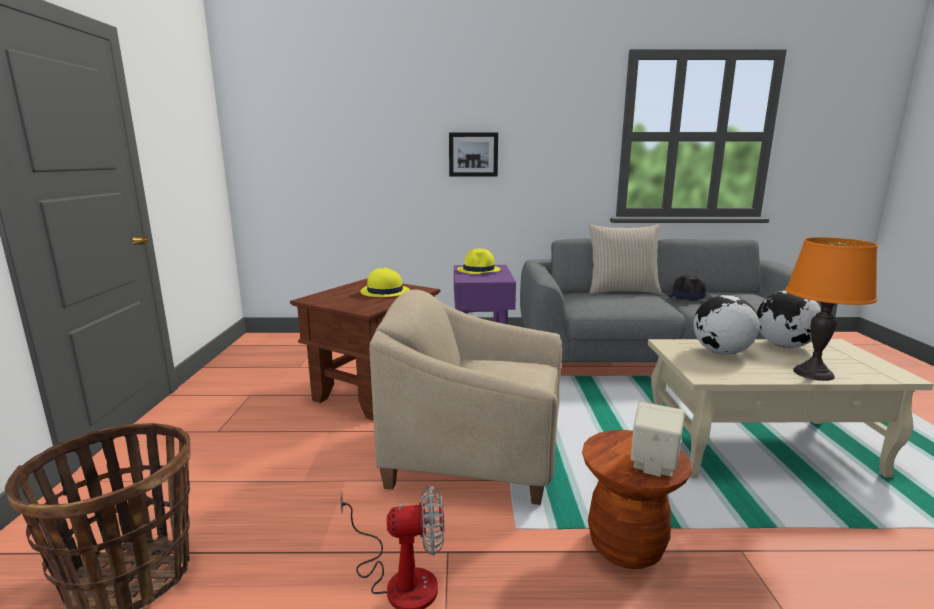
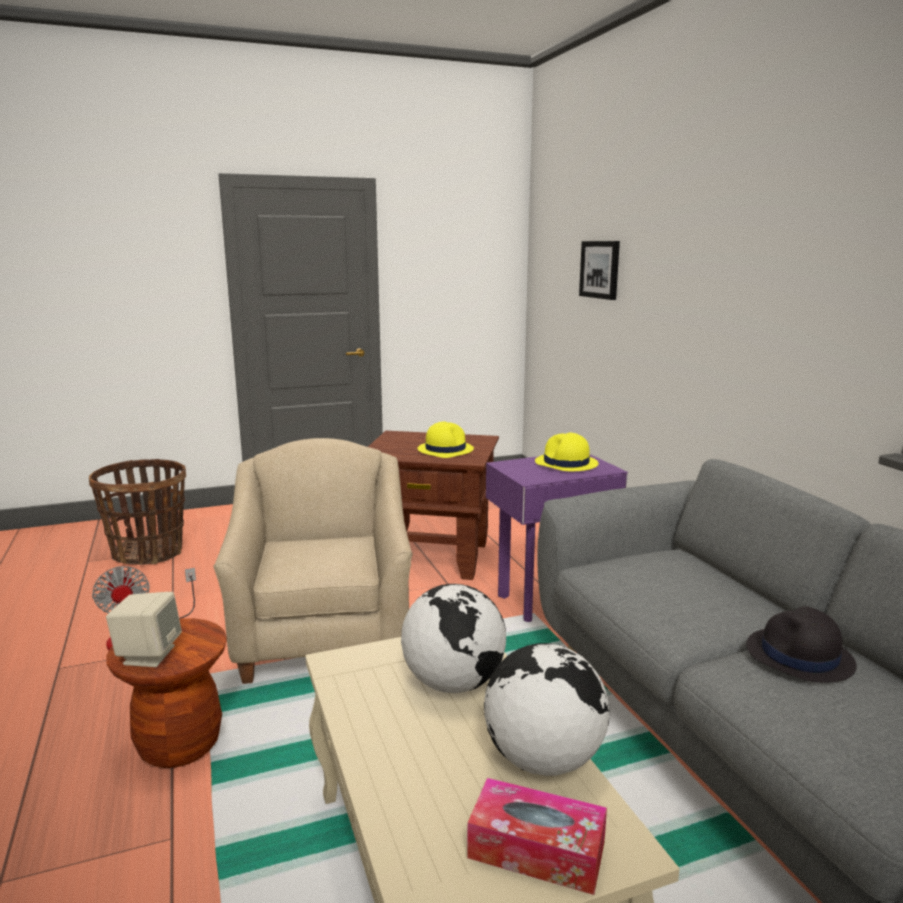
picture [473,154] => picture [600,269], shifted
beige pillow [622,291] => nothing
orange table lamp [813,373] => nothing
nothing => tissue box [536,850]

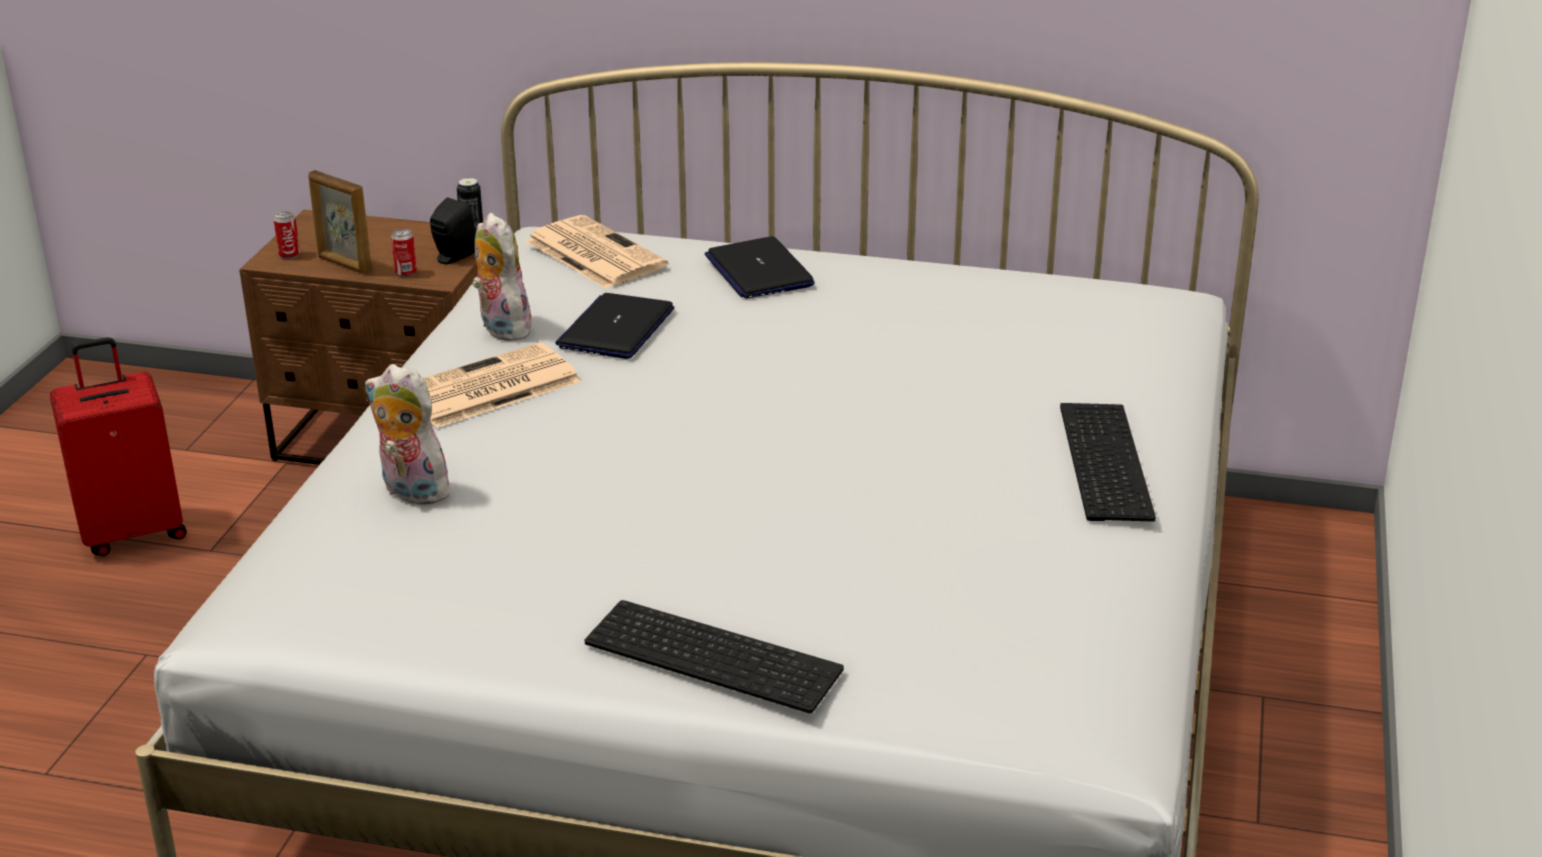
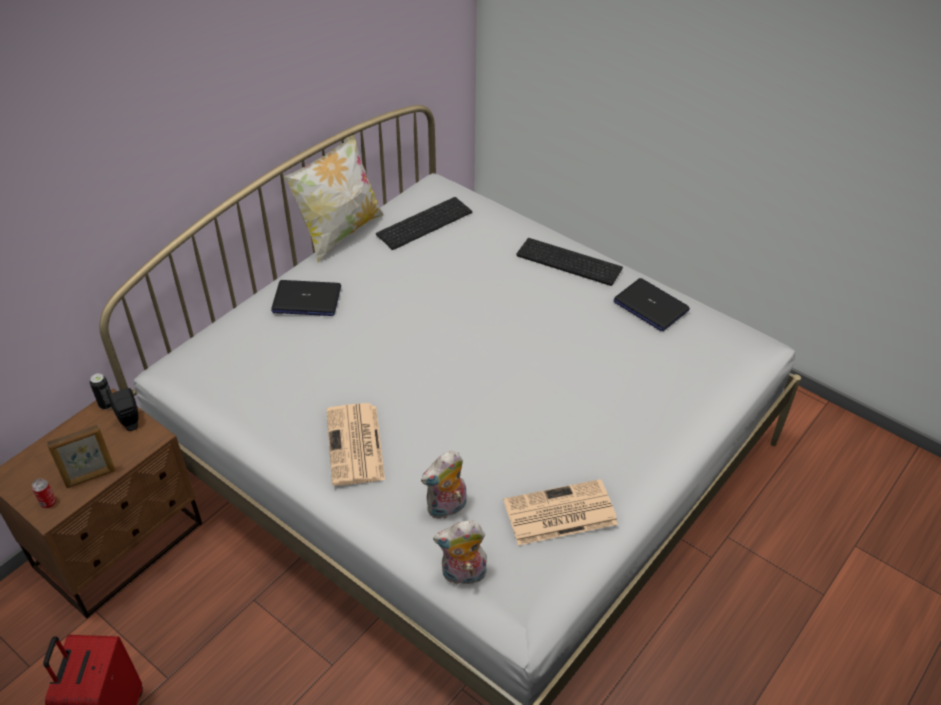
plush toy [501,328] => plush toy [463,575], shifted
newspaper [593,253] => newspaper [558,514], shifted
can [406,273] => nothing
laptop [616,328] => laptop [650,306], shifted
keyboard [717,655] => keyboard [424,222], shifted
nothing => pillow [340,232]

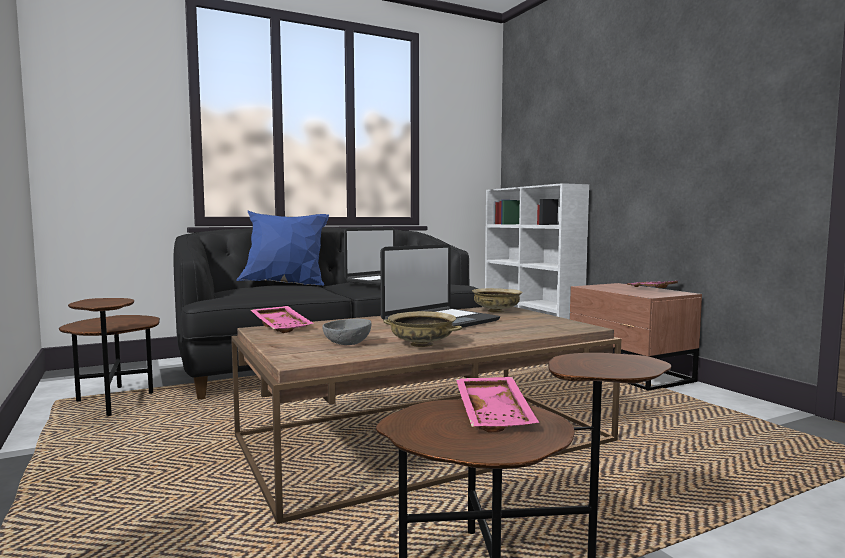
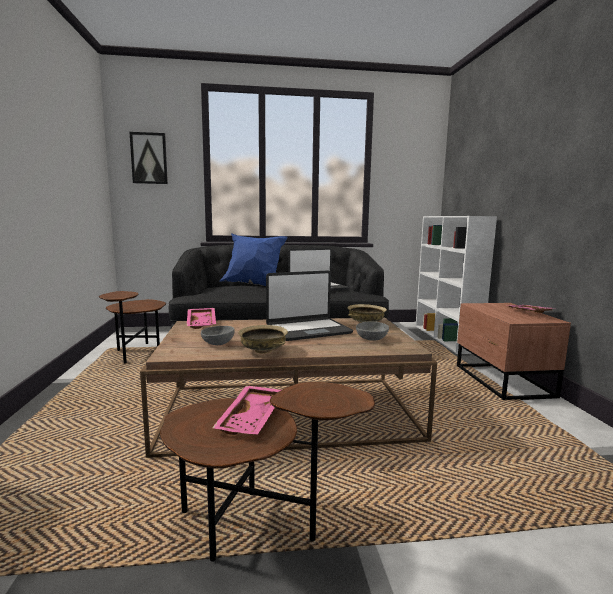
nothing => picture [149,158]
nothing => grey bowl [372,339]

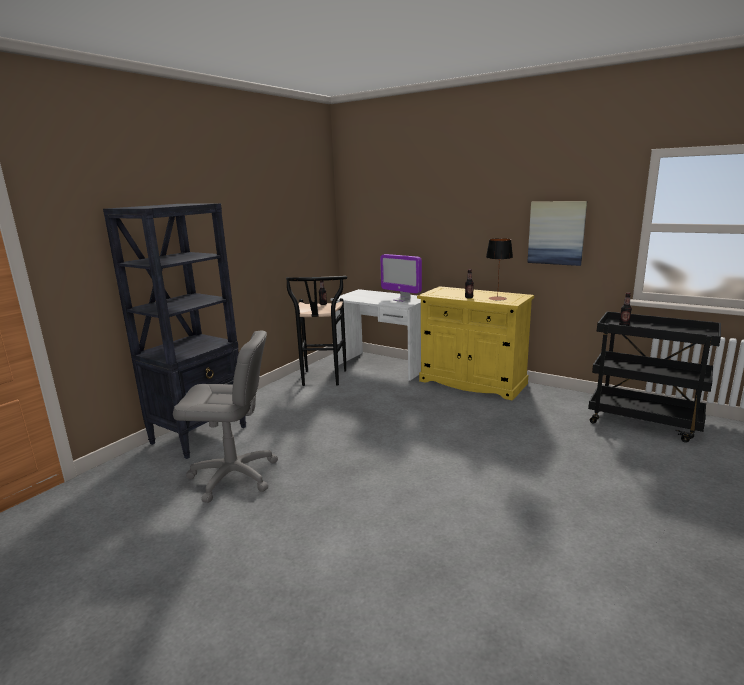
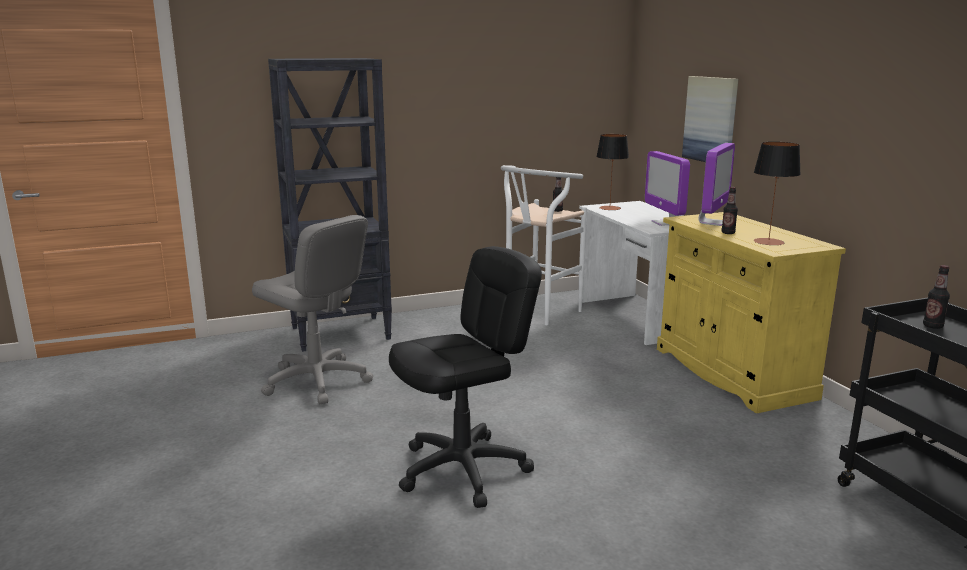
picture [556,233] => picture [711,119], shifted
black stool [322,380] => white stool [537,314]
nothing => table lamp [609,208]
nothing => monitor [712,222]
nothing => black office chair [463,469]

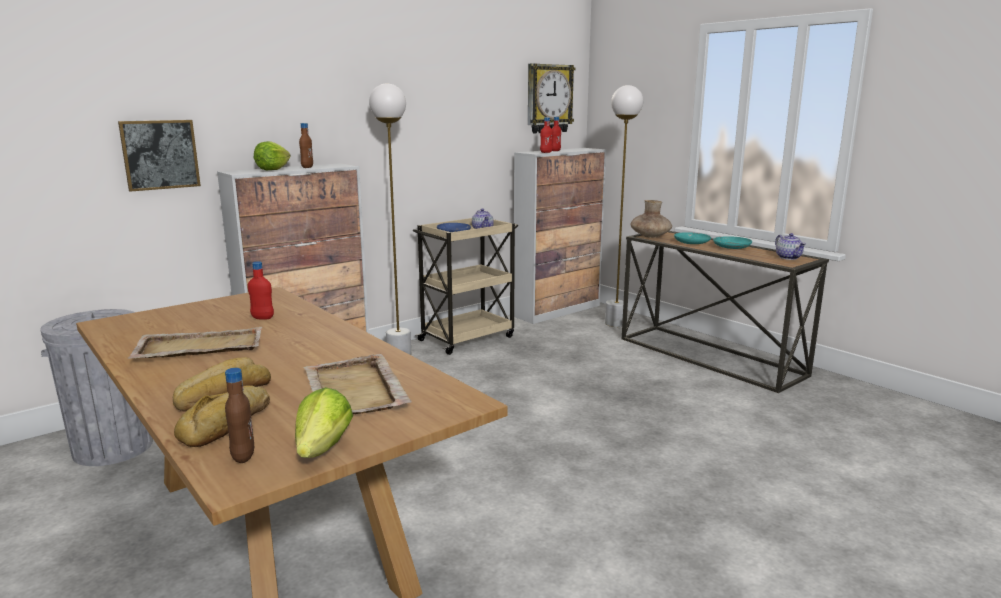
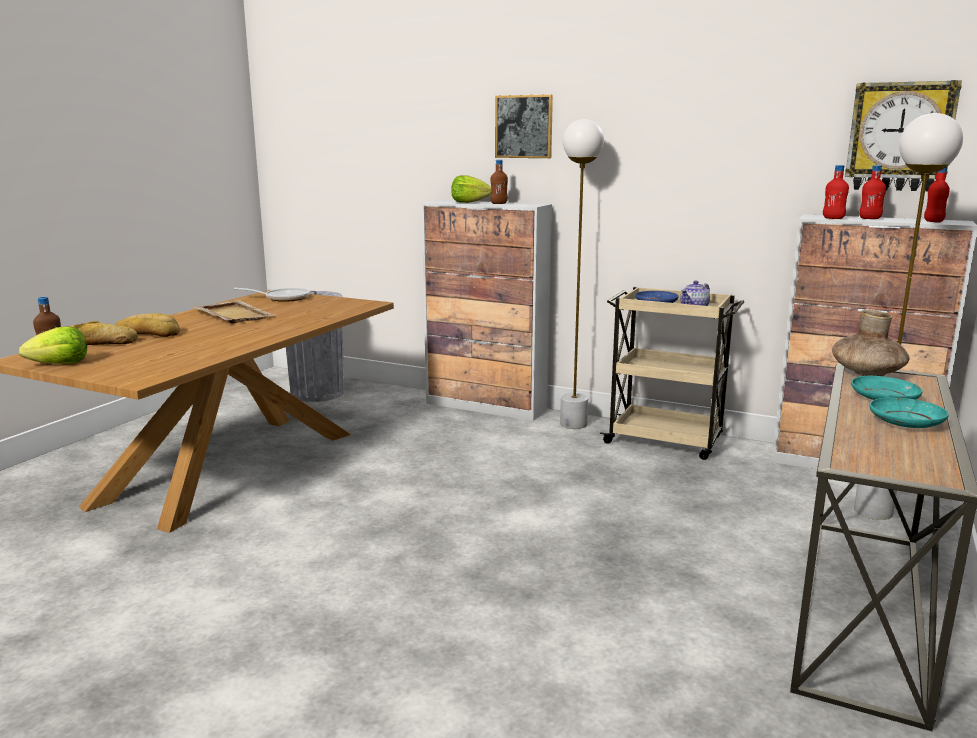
picture [160,154] => picture [524,126], shifted
teapot [789,257] => nothing
red bottle [262,318] => red bottle [933,221], shifted
beige tray [354,390] => nothing
nothing => frying pan [283,298]

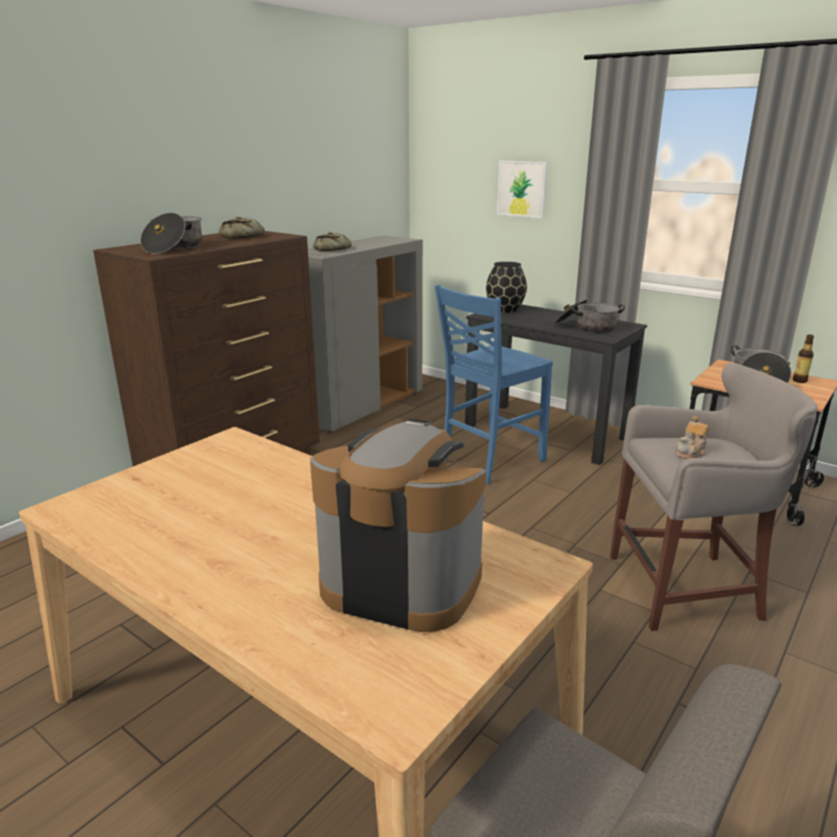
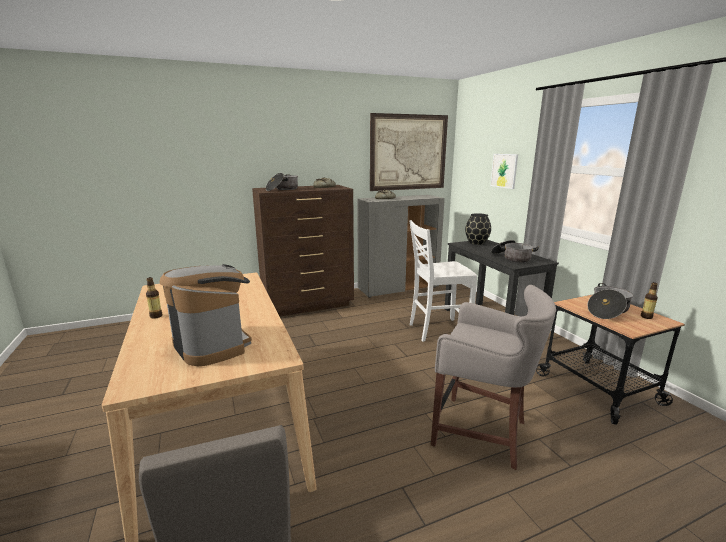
blue chair [489,461] => white chair [437,330]
teapot [691,452] => nothing
nothing => picture [408,152]
nothing => bottle [156,316]

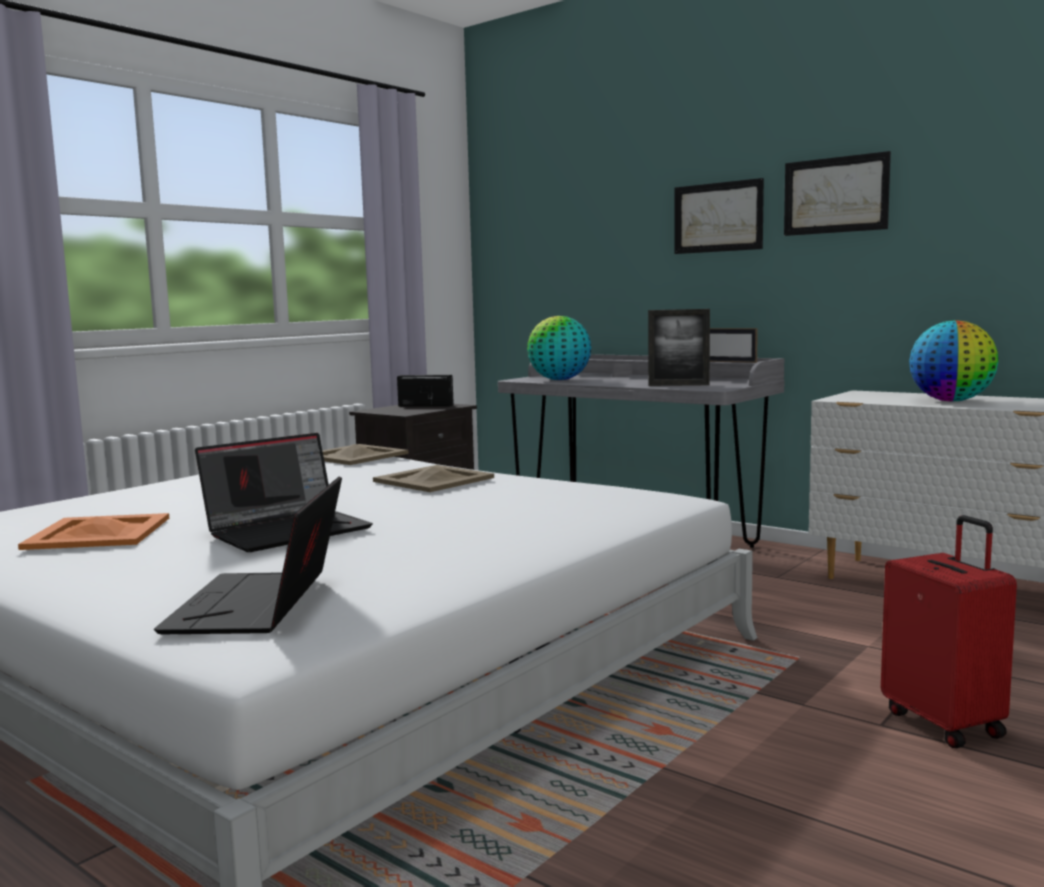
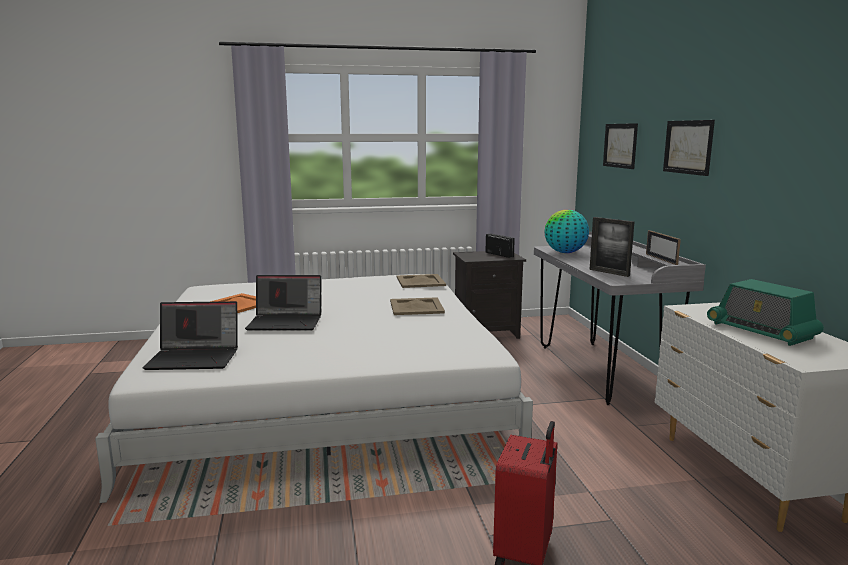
picture [835,195] => picture [620,145], shifted
globe [951,401] => radio [761,331]
laptop [260,606] => laptop [195,358], 135 degrees counterclockwise

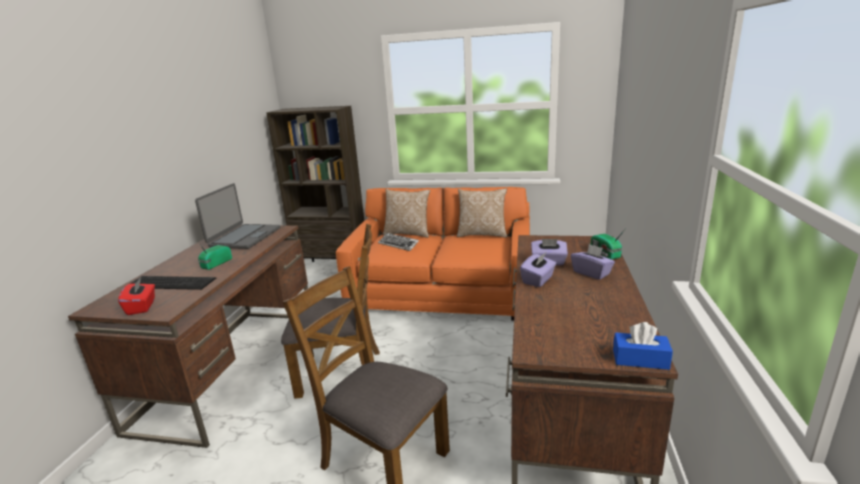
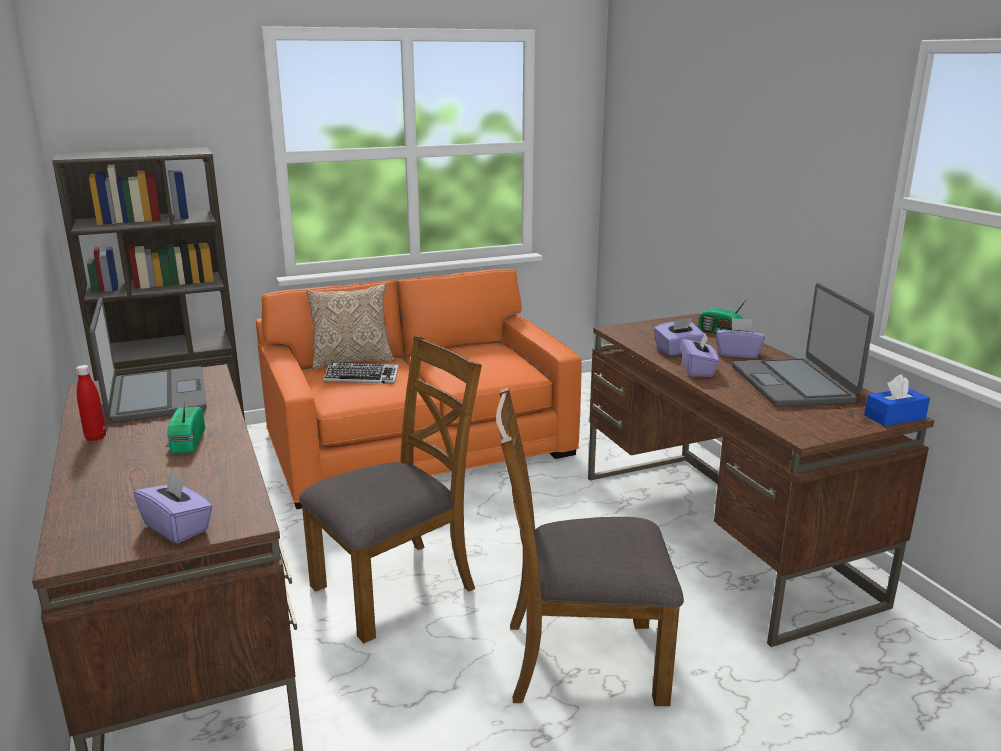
pillow [482,234] => nothing
keyboard [171,282] => nothing
red tissue box [142,307] => purple tissue box [177,527]
nothing => laptop [793,384]
nothing => red bottle [96,437]

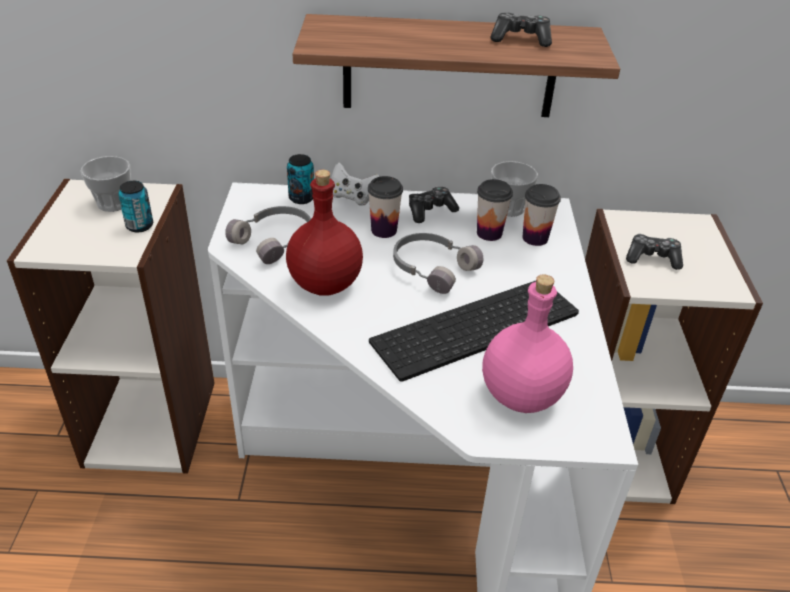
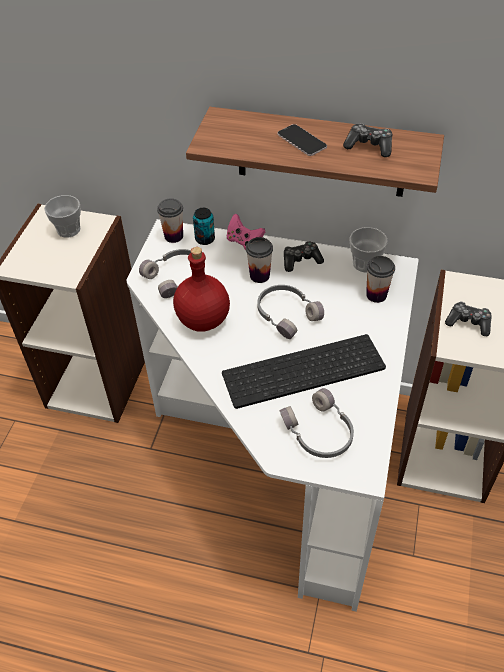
white game controller [353,197] => pink game controller [244,242]
cup [489,233] => cup [173,236], shifted
can [139,226] => nothing
pink bottle [522,396] => grey headphones [318,432]
nothing => phone [301,141]

